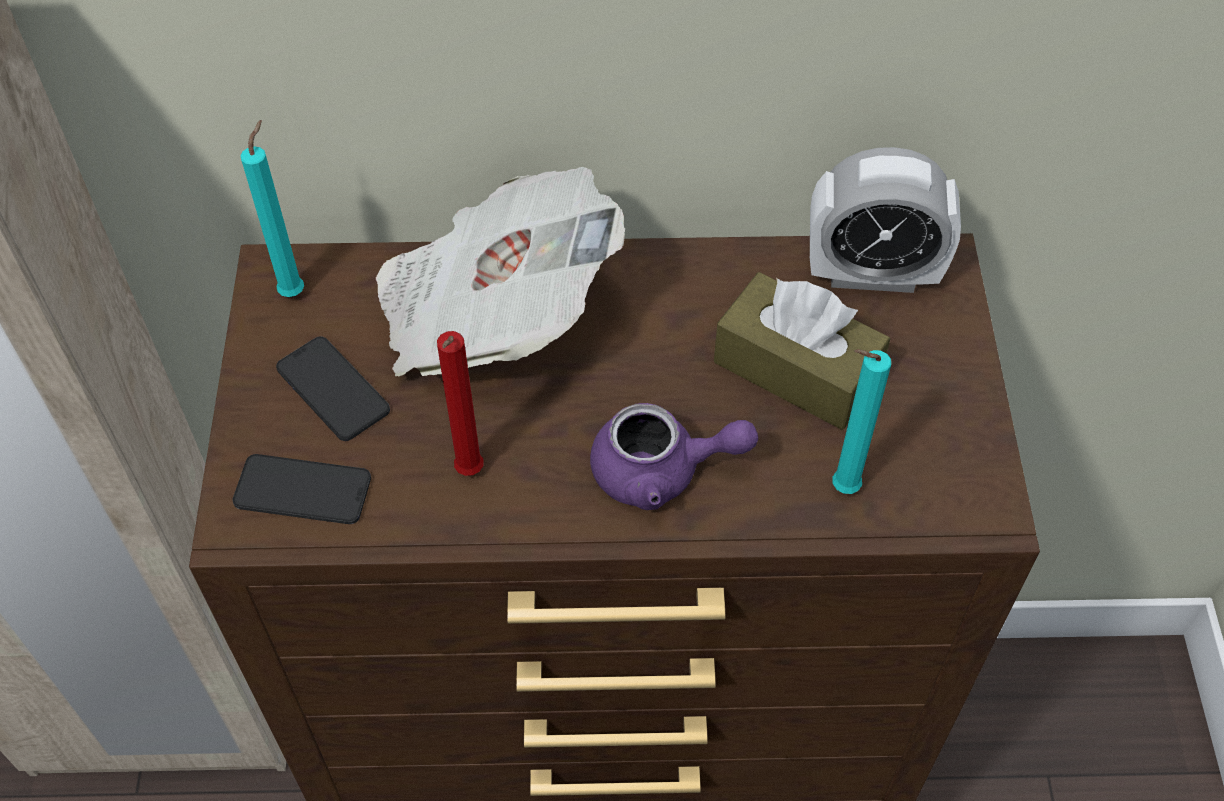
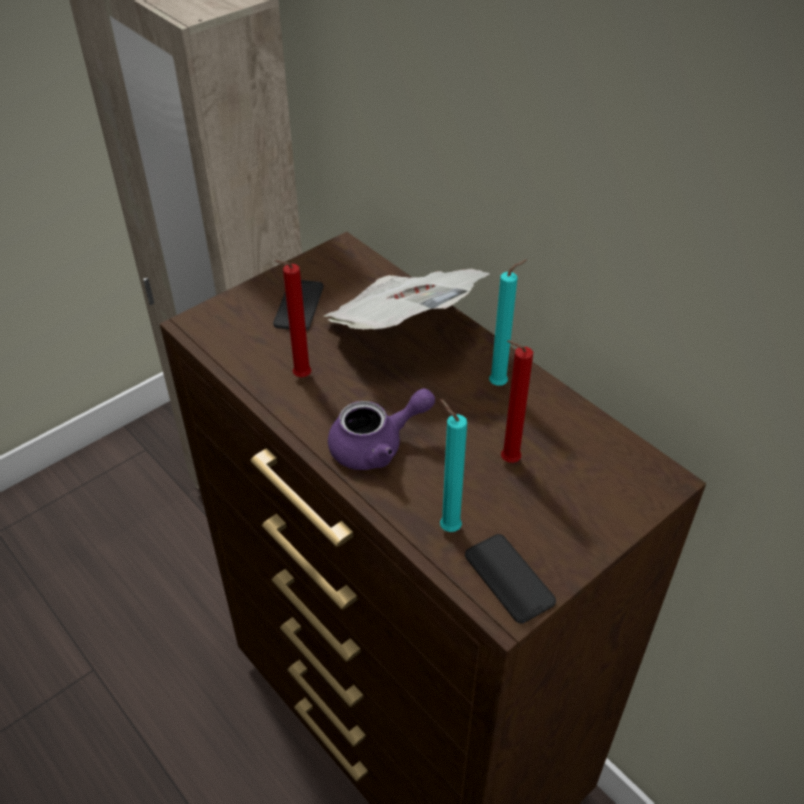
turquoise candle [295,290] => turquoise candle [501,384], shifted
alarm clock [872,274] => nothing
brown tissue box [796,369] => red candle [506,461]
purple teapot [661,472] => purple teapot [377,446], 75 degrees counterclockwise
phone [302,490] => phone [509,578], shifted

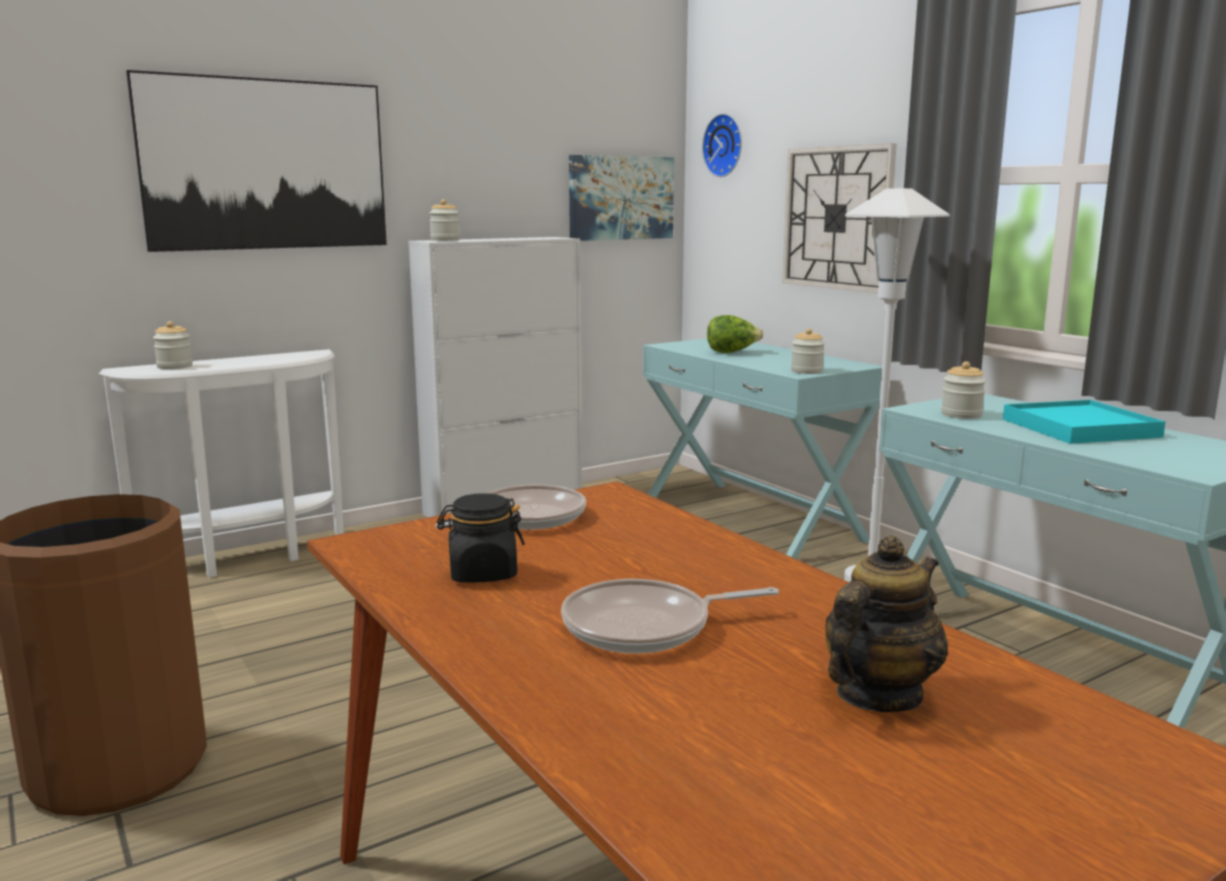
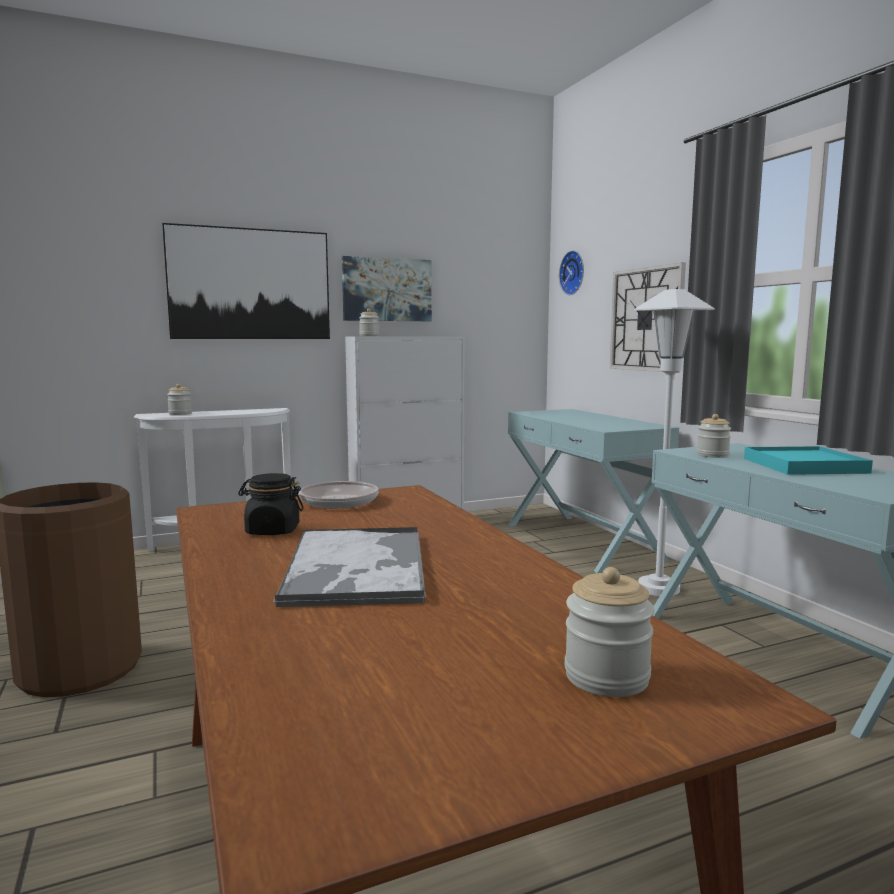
picture [621,198] => picture [387,290], shifted
lettuce [732,352] => nothing
jar [806,371] => jar [606,677], shifted
teapot [878,695] => nothing
frying pan [645,627] => tray [356,567]

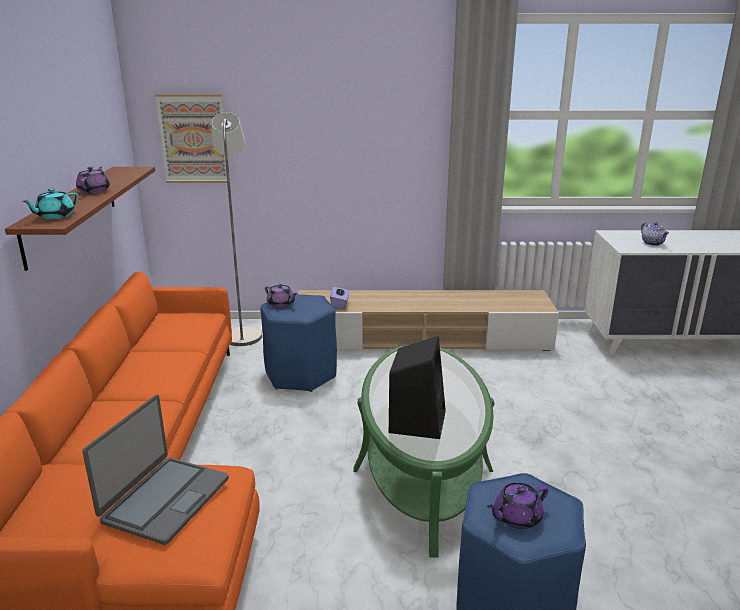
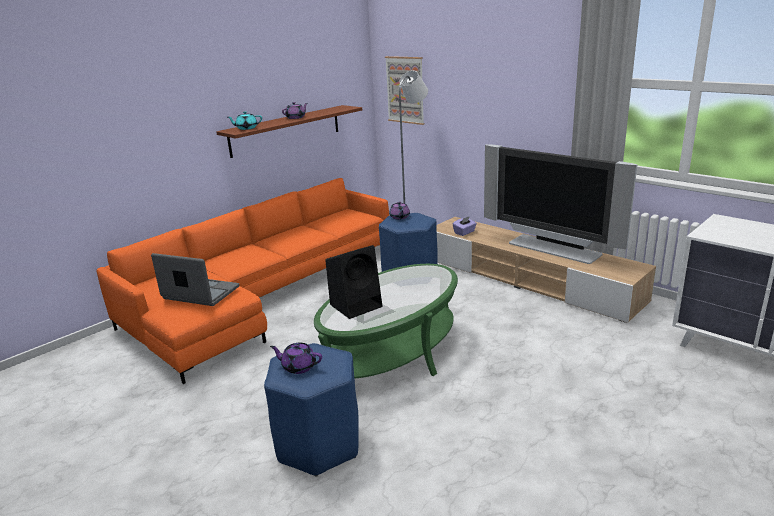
teapot [653,243] => nothing
laptop [165,499] => laptop [200,293], 135 degrees counterclockwise
nothing => television [553,249]

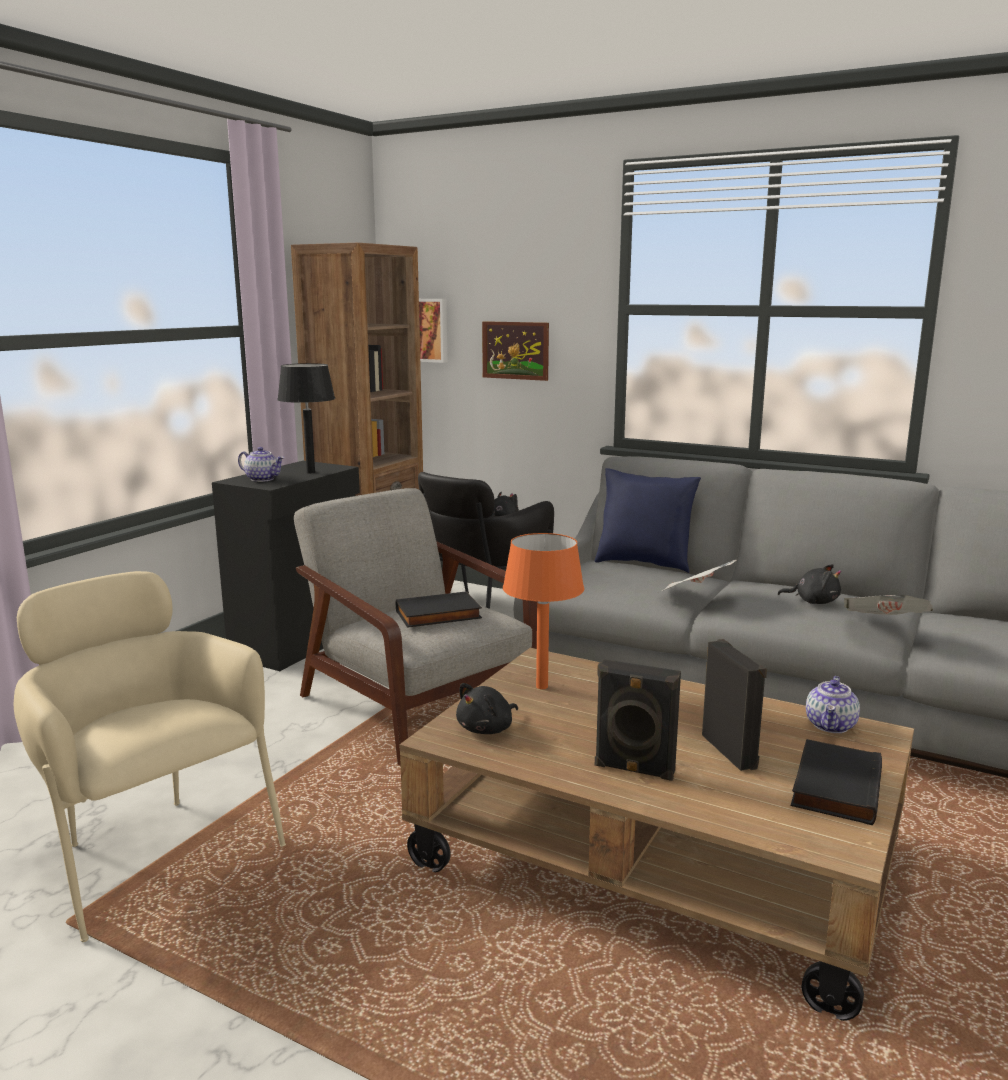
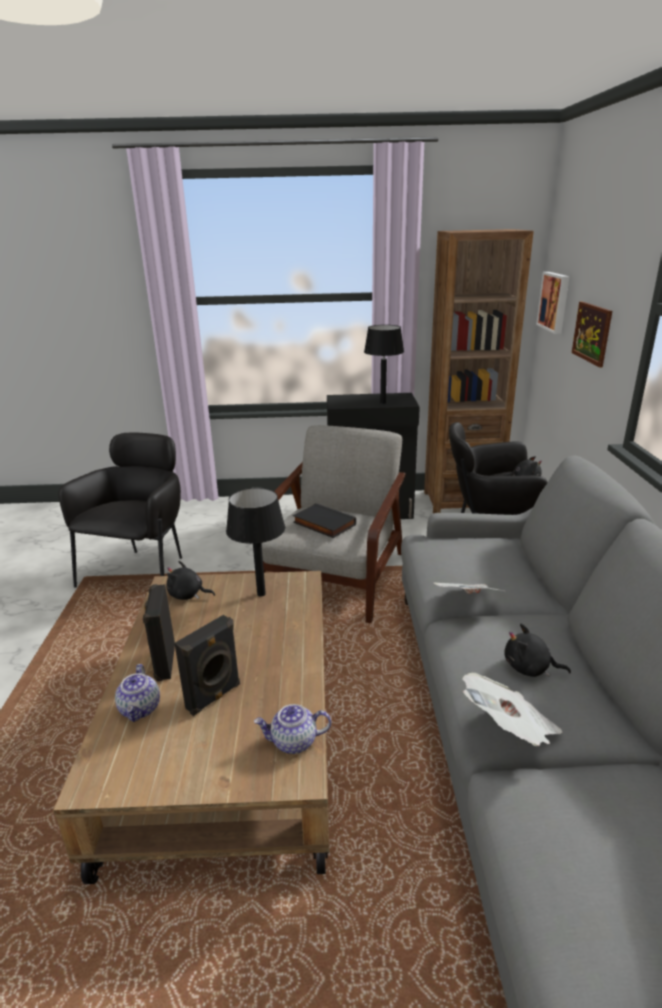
teapot [263,479] => teapot [140,709], shifted
blue pillow [644,563] => nothing
orange table lamp [542,686] => black table lamp [261,594]
black plush toy [813,602] => black plush toy [530,668], 120 degrees clockwise
beige armchair [154,851] => black armchair [141,571]
black book [833,786] => nothing

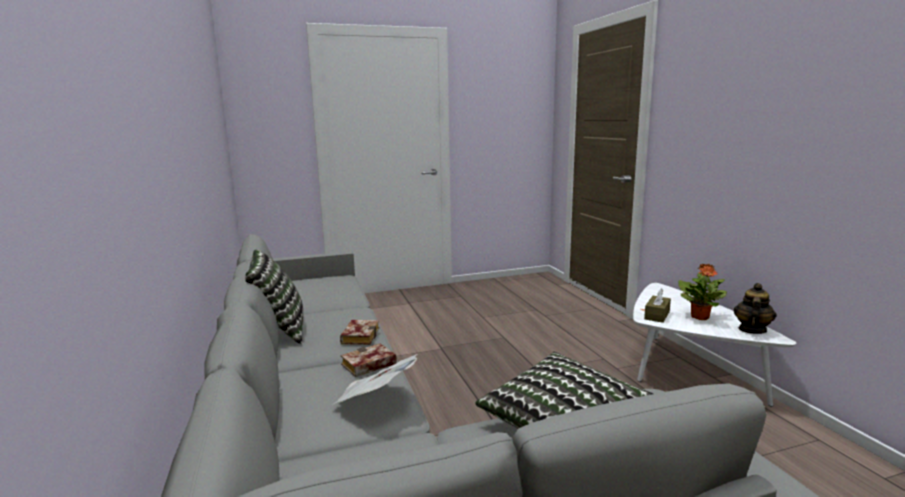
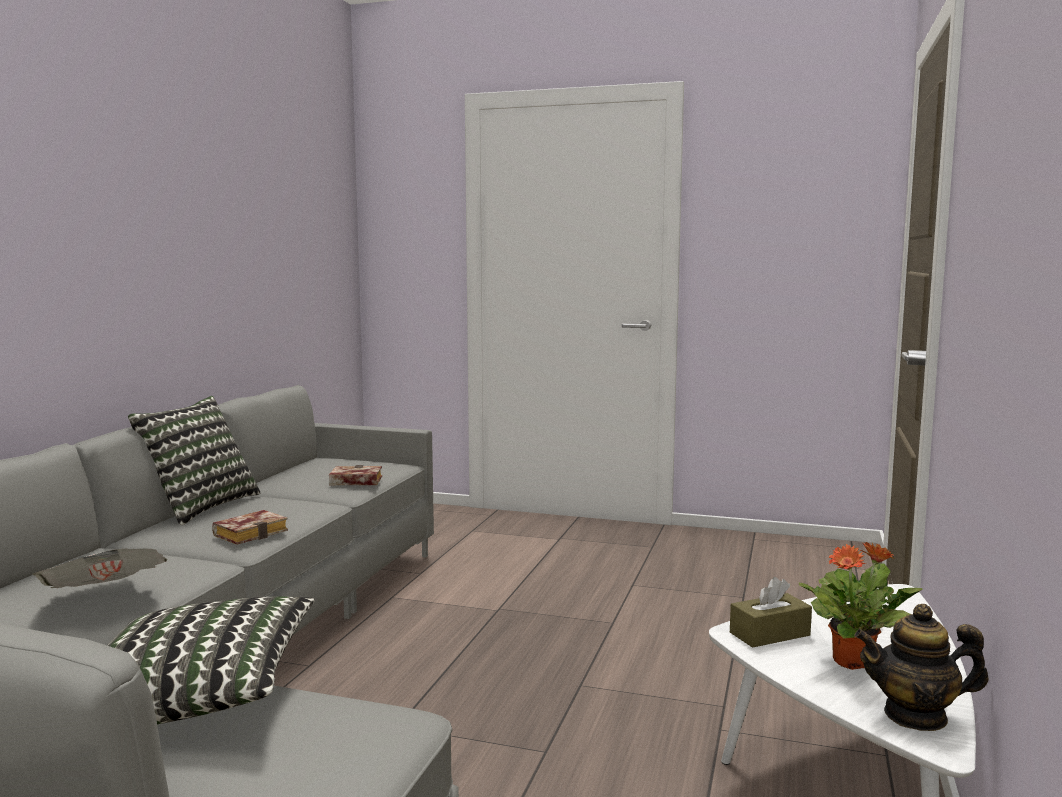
teapot [751,330] => teapot [916,716], 150 degrees counterclockwise
book [367,366] => book [353,482], shifted

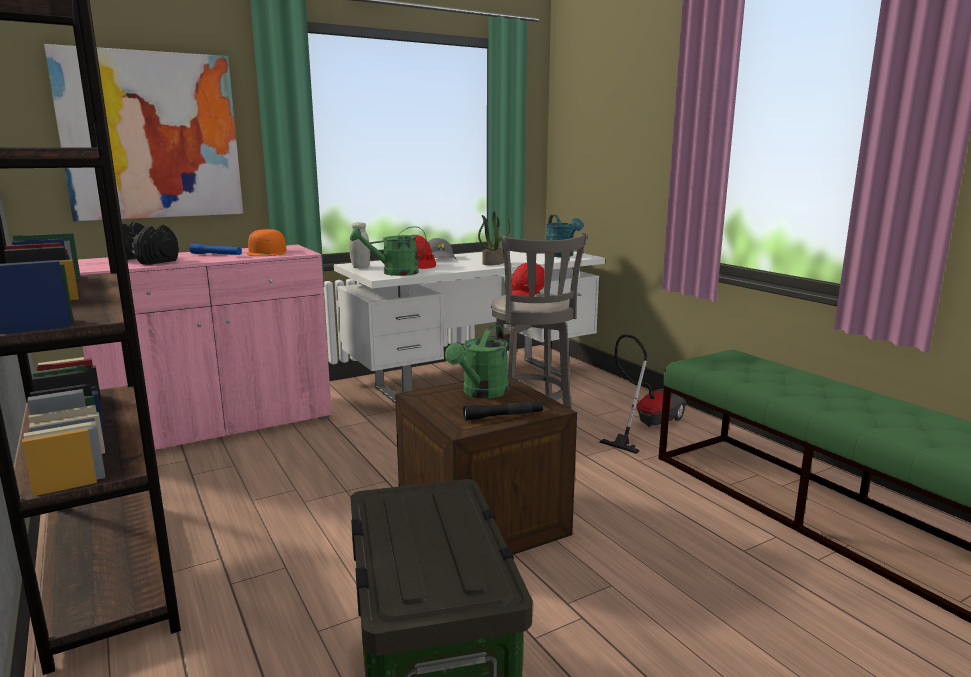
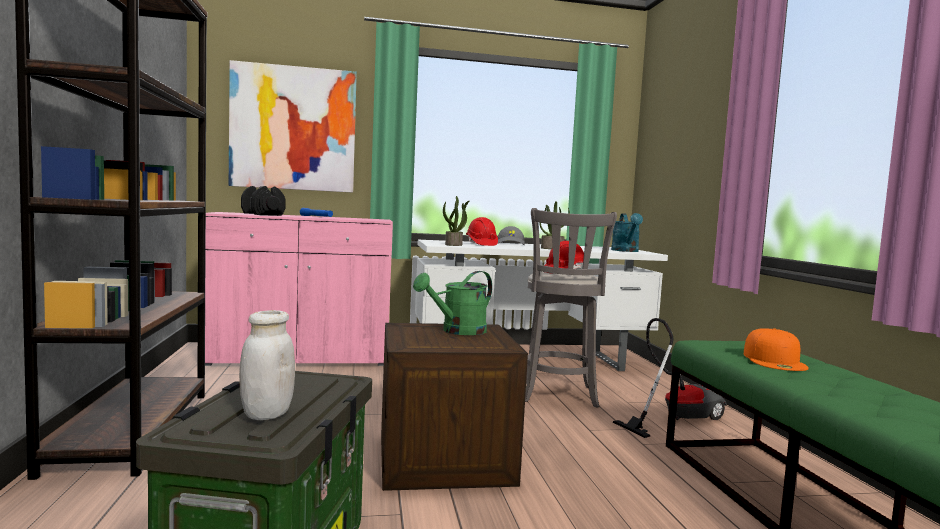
white jar [360,267] => white jar [266,414], shifted
green watering can [394,273] => potted plant [454,245]
orange cap [267,252] => orange cap [775,361], shifted
black flashlight [503,416] => nothing

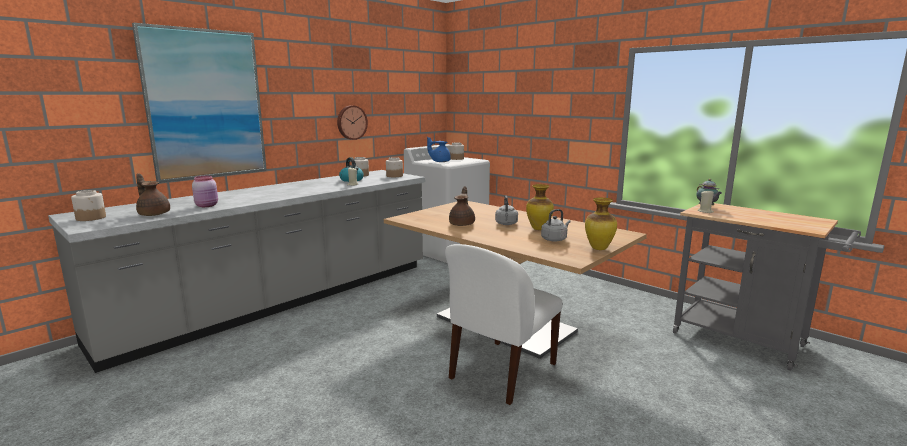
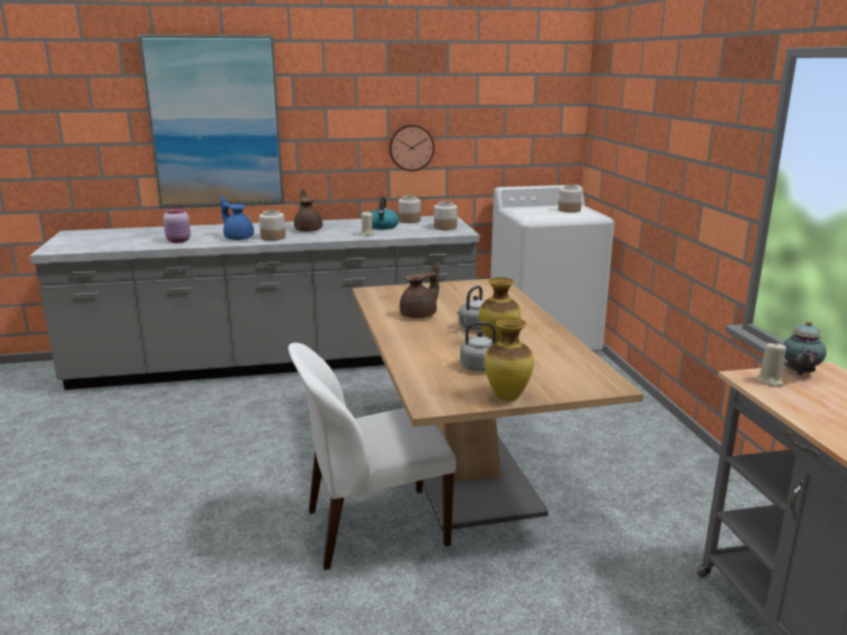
blue teapot [440,161] => blue teapot [238,238], shifted
brown teapot [154,214] => brown teapot [308,230], shifted
jar [91,218] => jar [273,237], shifted

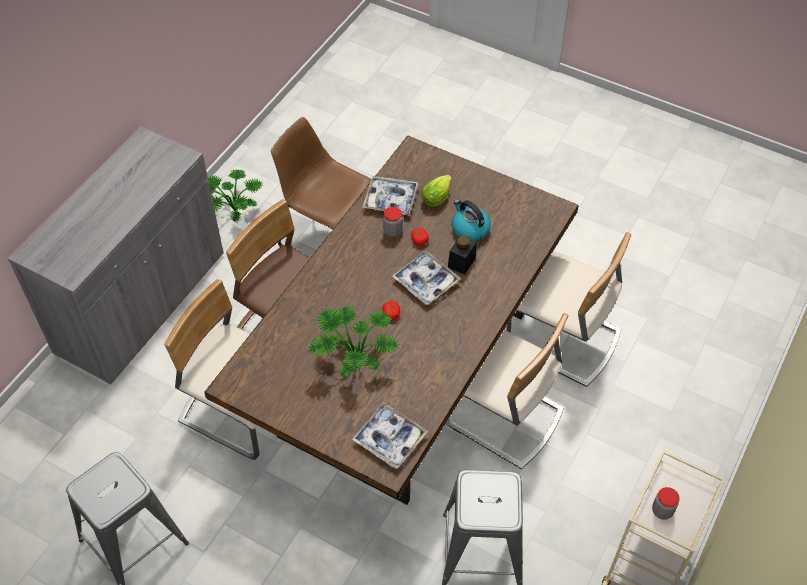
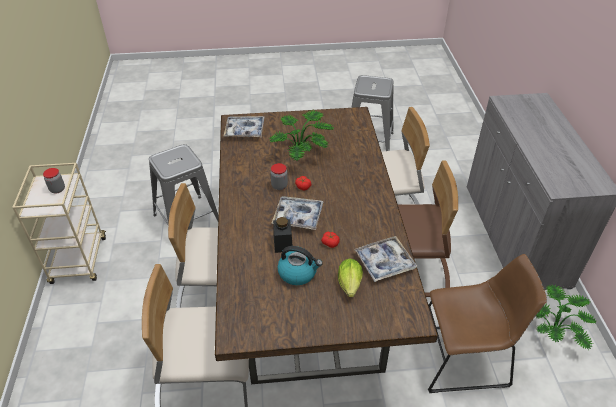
jar [393,231] => jar [279,186], shifted

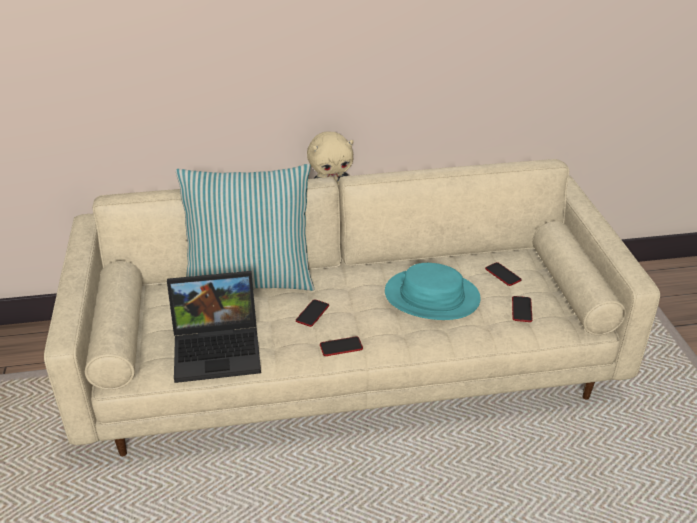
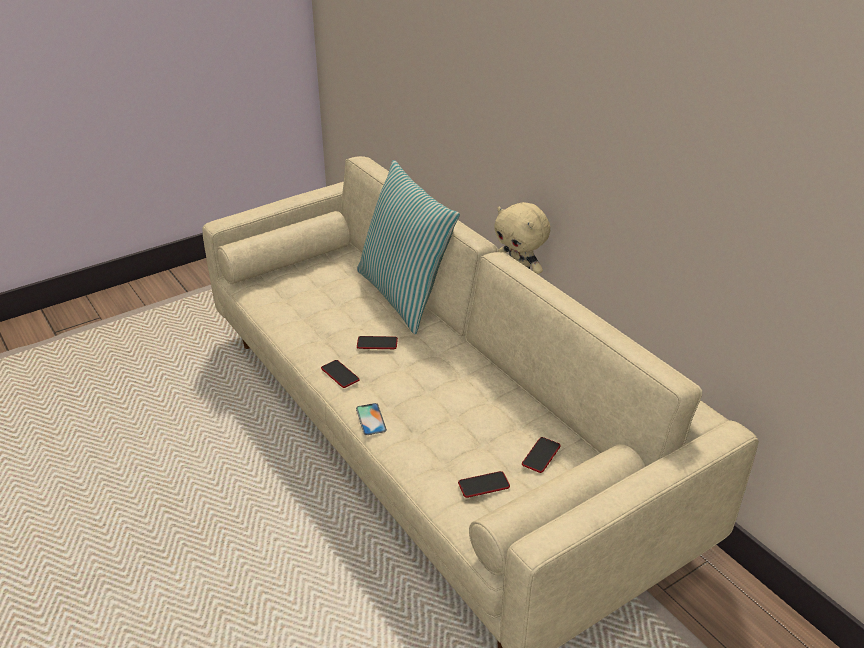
turquoise hat [432,296] => nothing
laptop [219,349] => nothing
nothing => phone [371,419]

